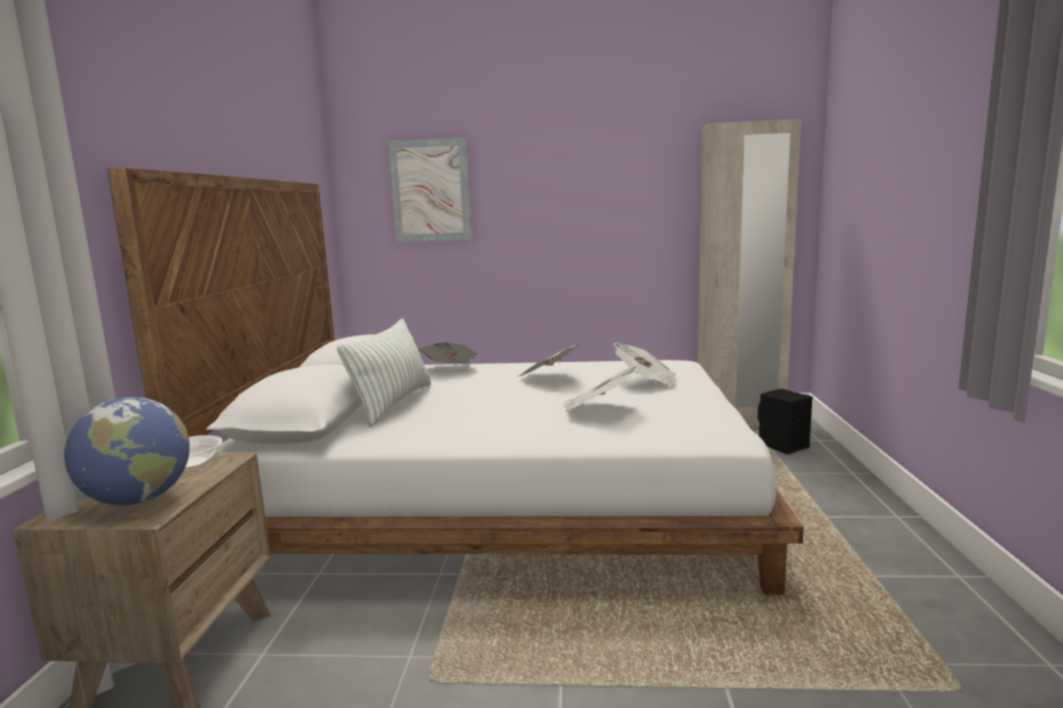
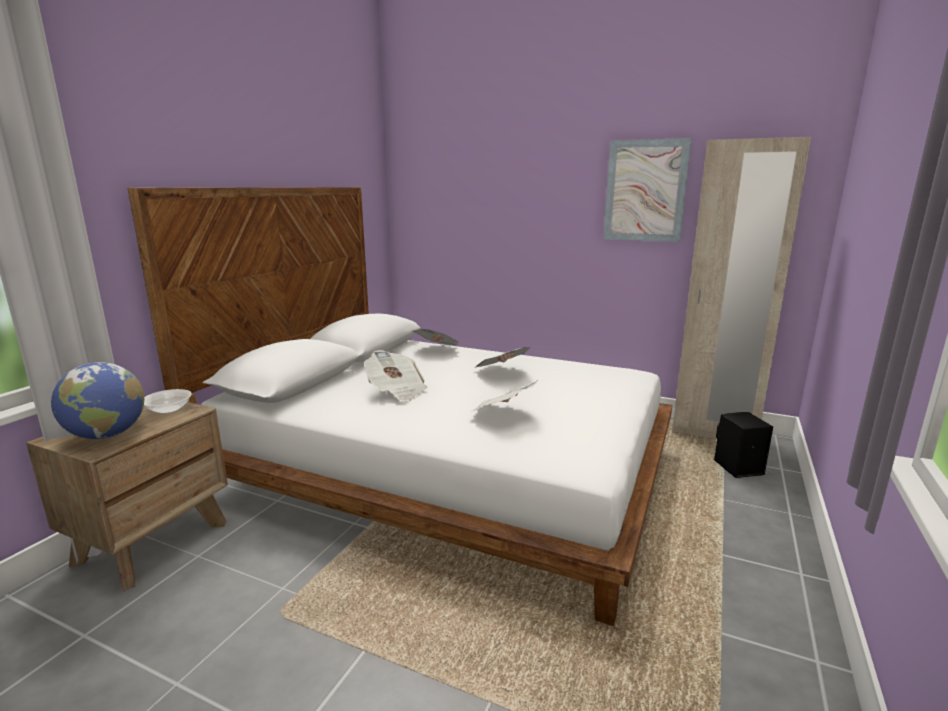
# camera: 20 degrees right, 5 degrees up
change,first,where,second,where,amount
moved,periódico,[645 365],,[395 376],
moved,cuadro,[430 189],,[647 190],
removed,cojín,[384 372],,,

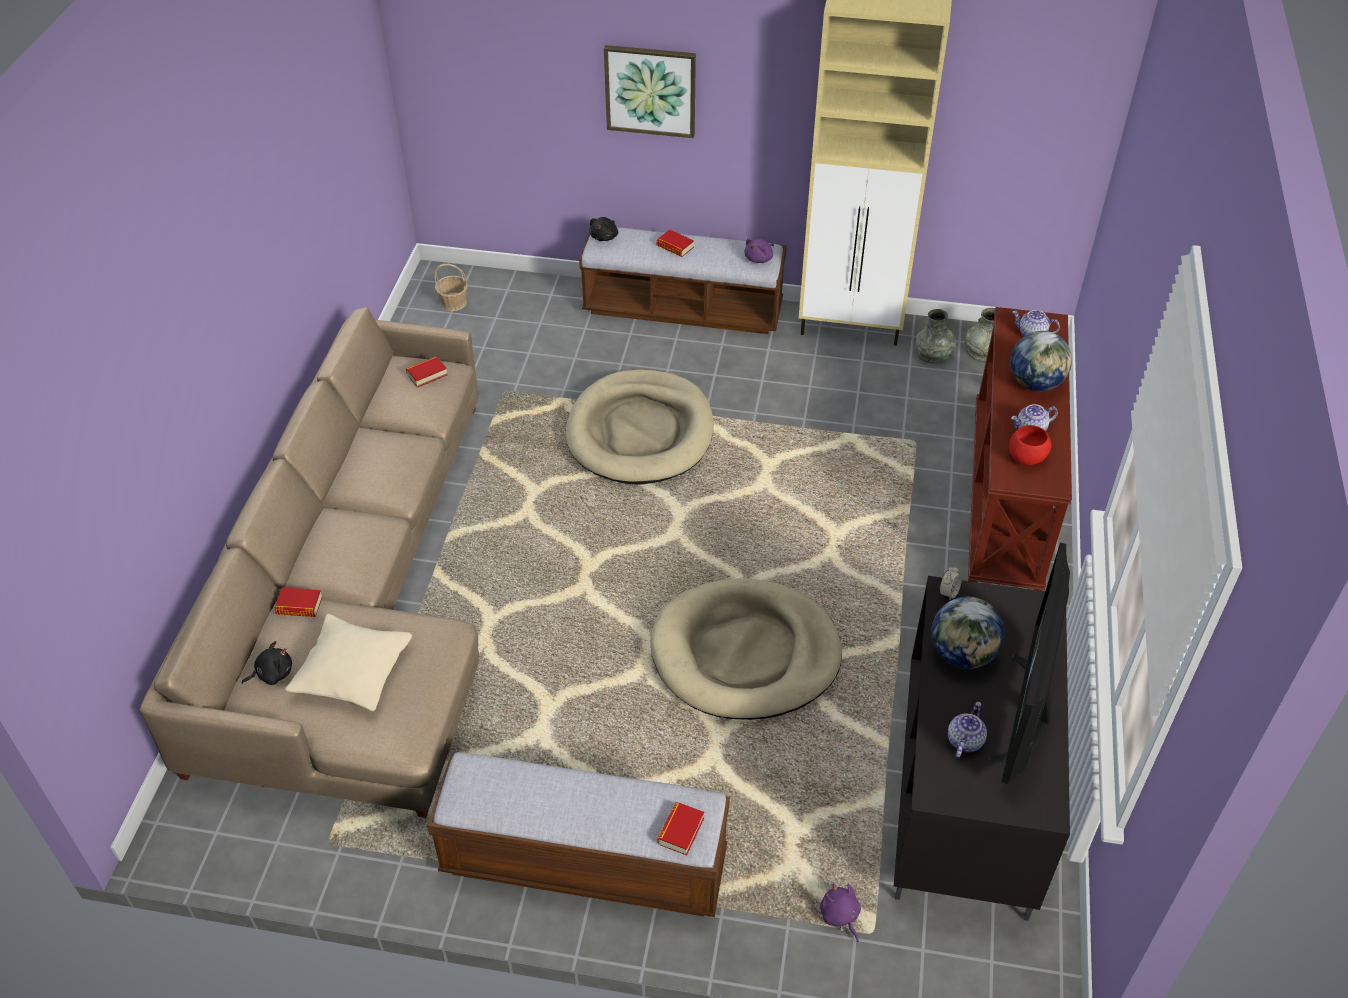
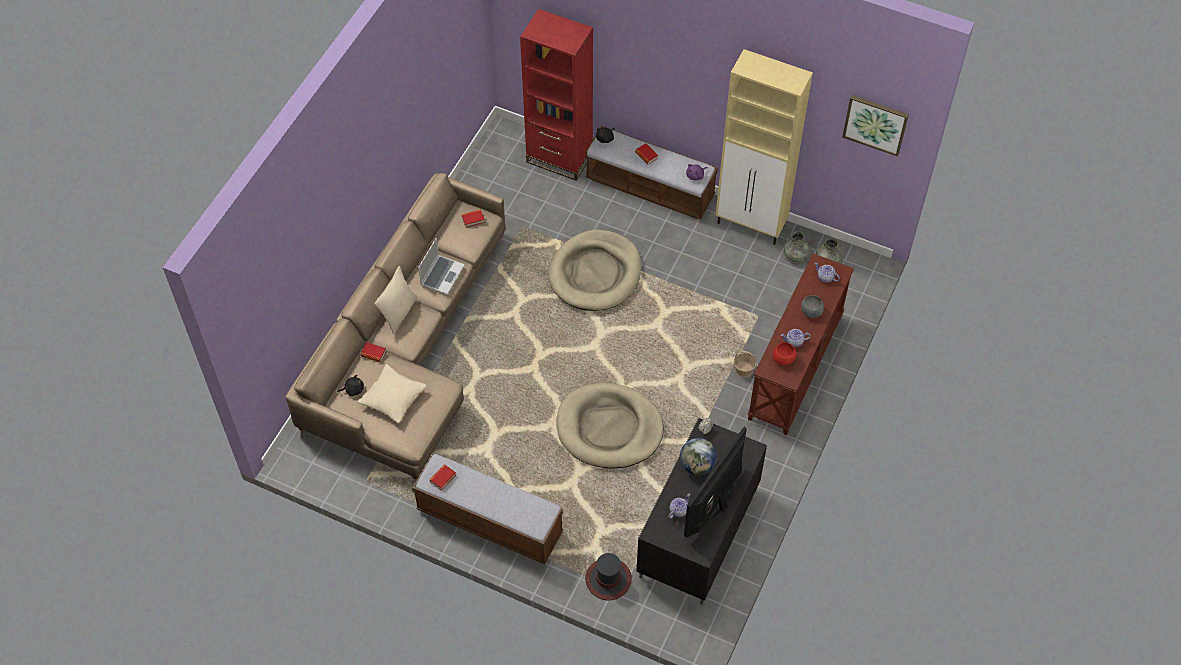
# camera: 15 degrees right, 10 degrees up
change,first,where,second,where,amount
added,,,cojín/beis,[396 300],
added,,,portátil,[441 266],
moved,libro,[680 828],,[443 477],
added,,,estantería/rojo,[556 95],
replaced,peluche/morado,[840 912],sombrero,[608 576],
moved,cesta,[451 287],,[745 364],
replaced,globo terráqueo,[1041 361],cuenco/gris,[812 306],
moved,cuadro,[650 91],,[875 126],

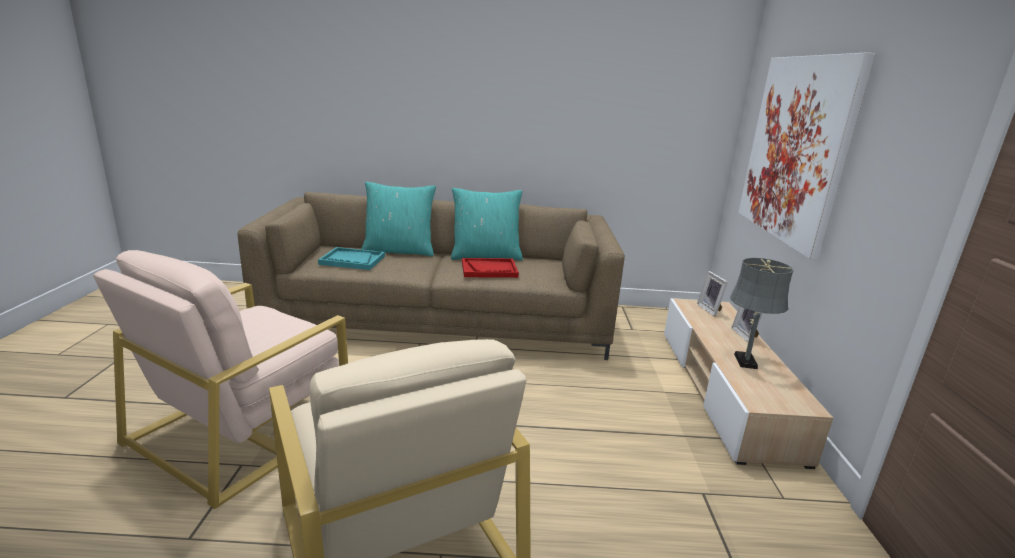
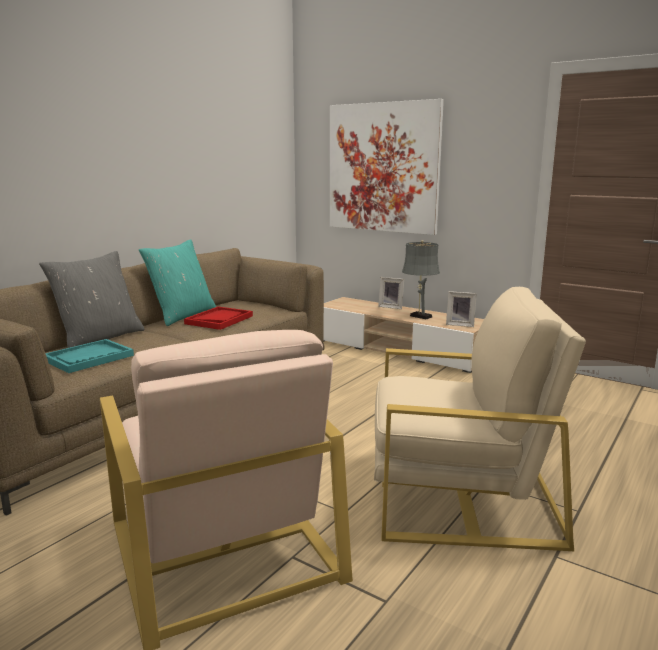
# camera: 55 degrees left, 5 degrees down
change,first,where,second,where,amount
recoloured,cojín/turquesa,[398 219],cojín/gris,[91 299],
moved,portarretratos,[712 294],,[461 309],

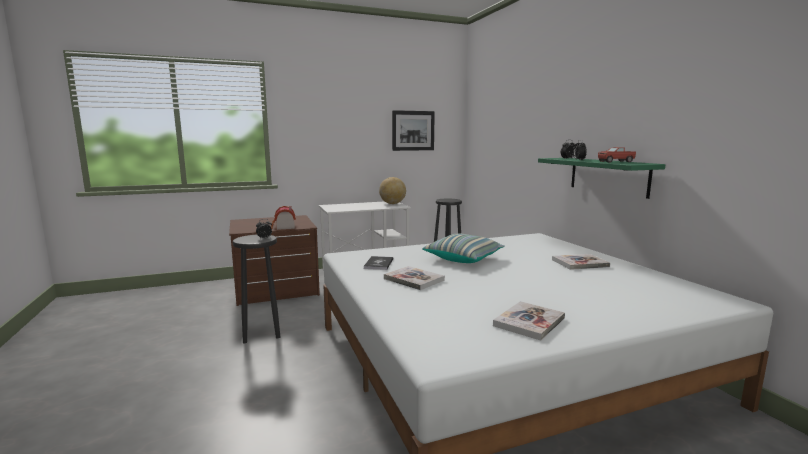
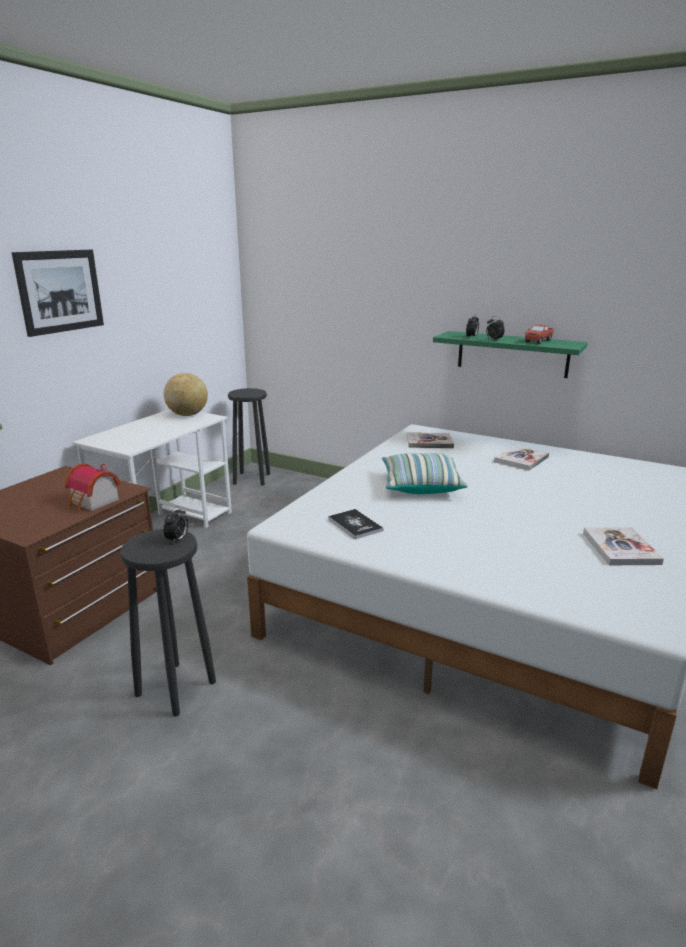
# camera: 40 degrees left, 10 degrees up
change,first,where,second,where,amount
moved,cuadro,[413 130],,[58 293],
moved,libro,[414 278],,[430 440],

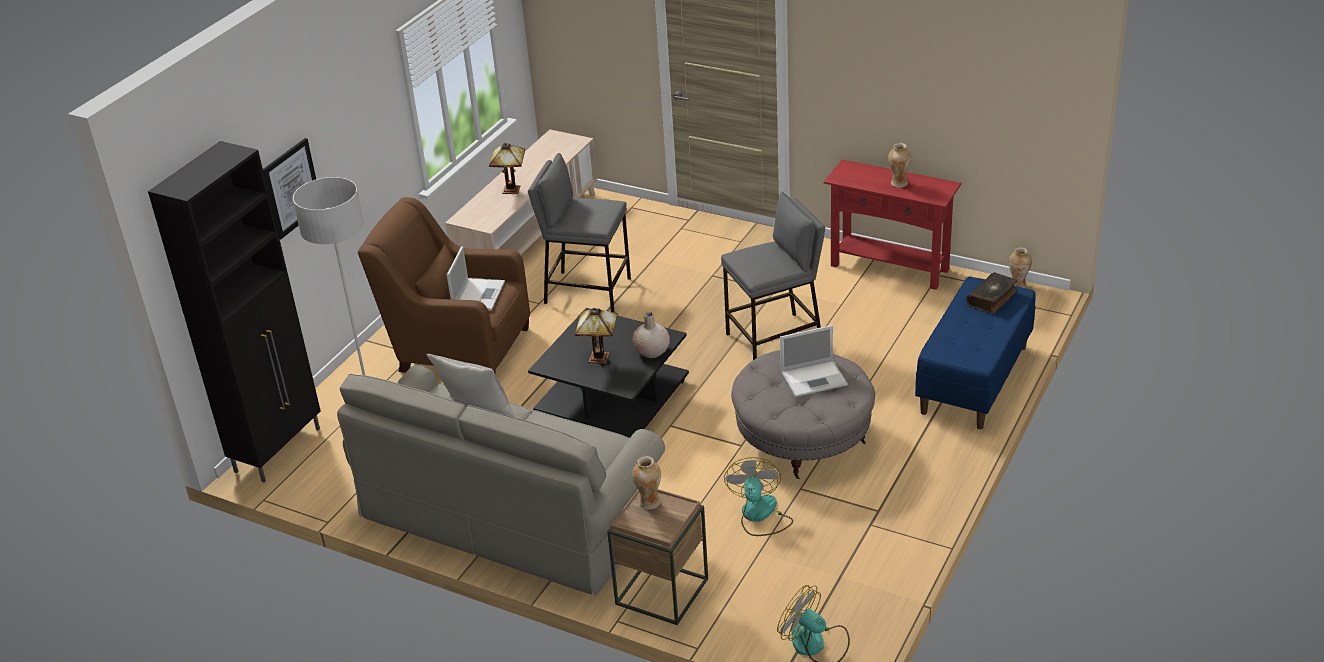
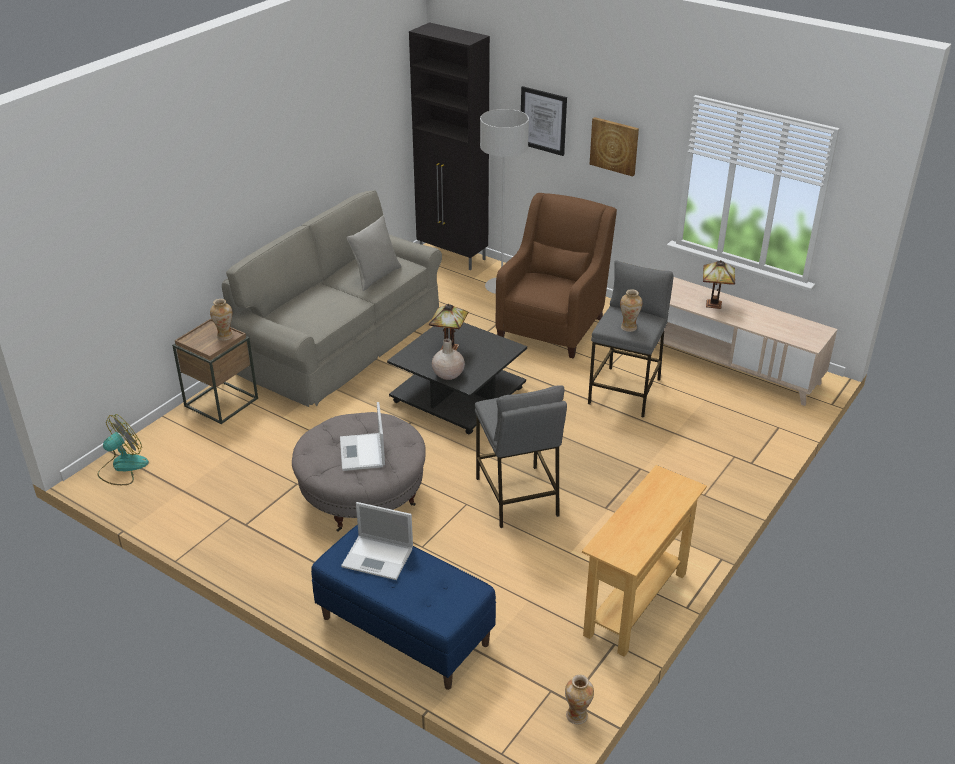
# camera: 95 degrees right, 0 degrees up
change,first,where,second,where,amount
moved,portátil,[476 278],,[377 541],
recoloured,mesa consola/rojo,[892 225],mesa consola/beis,[644 561],
added,,,cuadro,[614 147],
moved,florero,[899 165],,[631 310],
removed,ventilador,[758 496],,,
removed,libro,[992 293],,,

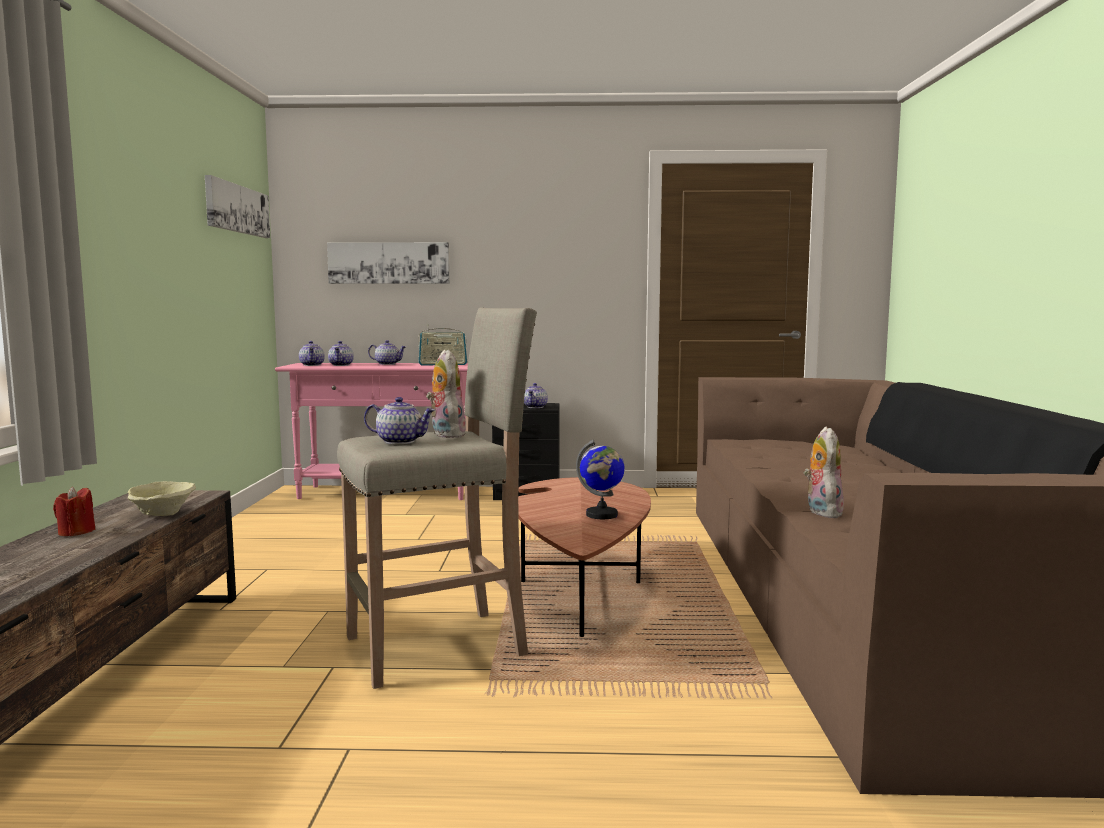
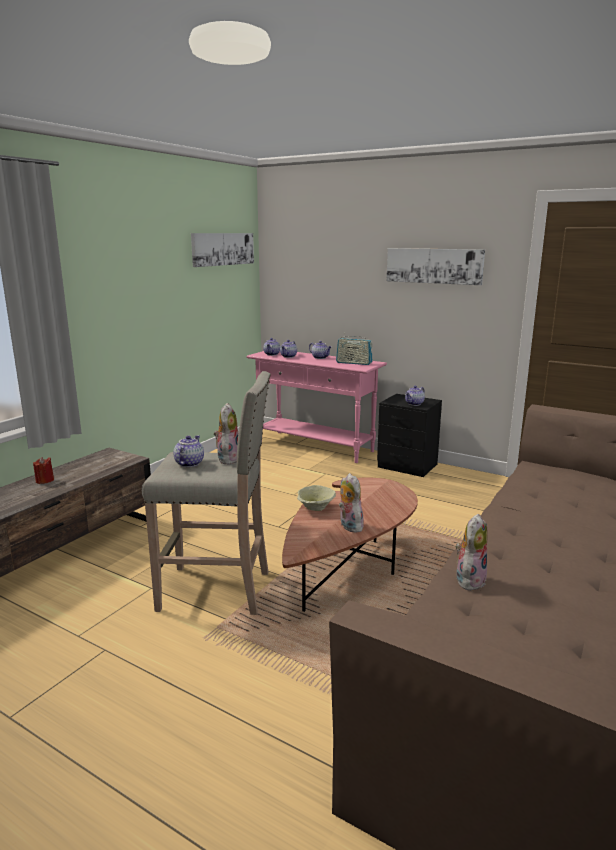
# camera: 30 degrees right, 10 degrees up
change,first,where,second,where,amount
turned,tetera,[399 420],,[188 451],120 degrees counterclockwise
moved,cuenco/beis,[161 498],,[316 498],
replaced,globo terráqueo,[600 479],peluche,[351 502],
moved,cuadro,[388 263],,[436 266],

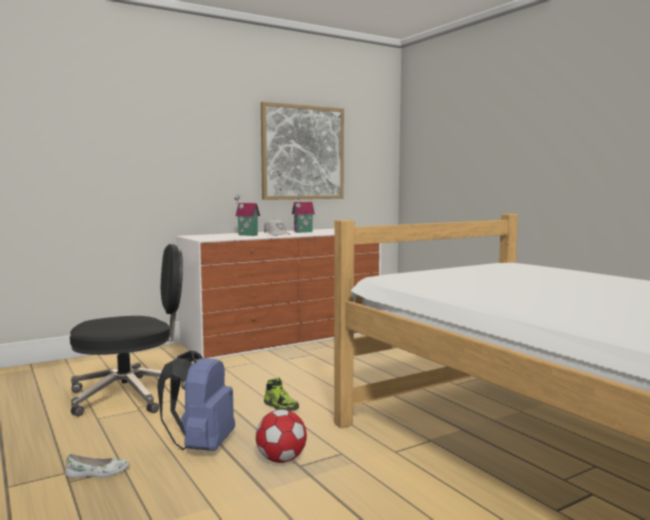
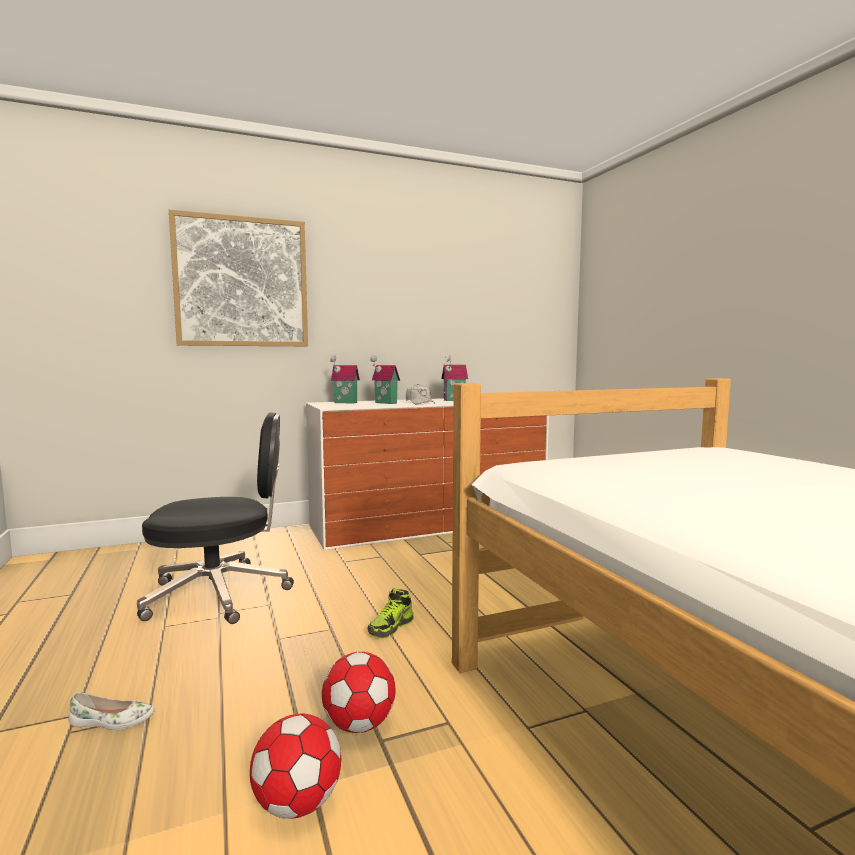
# camera: 10 degrees right, 0 degrees up
change,first,where,second,where,amount
moved,cuadro,[302 151],,[238 278],
added,,,balón de fútbol,[295 766],
added,,,casita,[345 379],
turned,zapato,[281 394],,[391 613],75 degrees clockwise
removed,mochila/azul,[196 400],,,

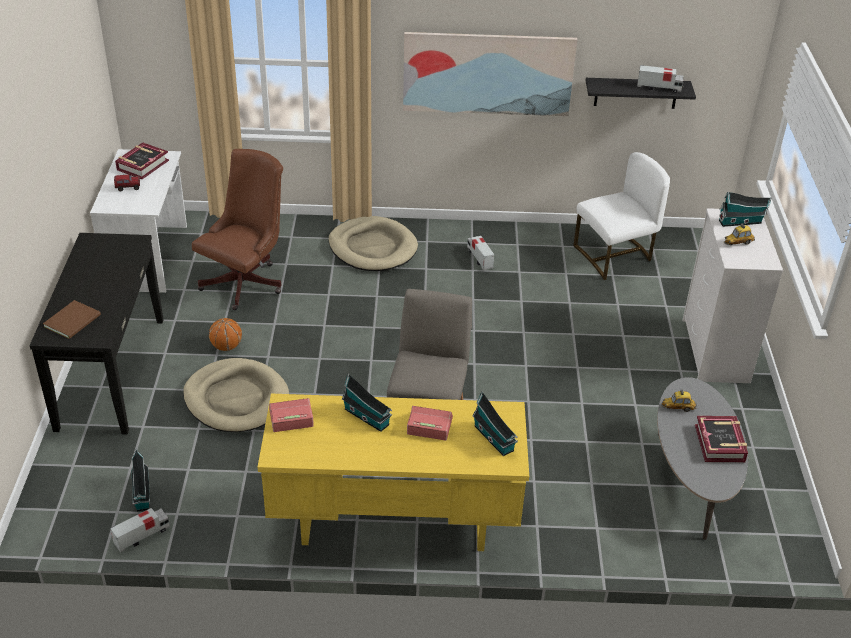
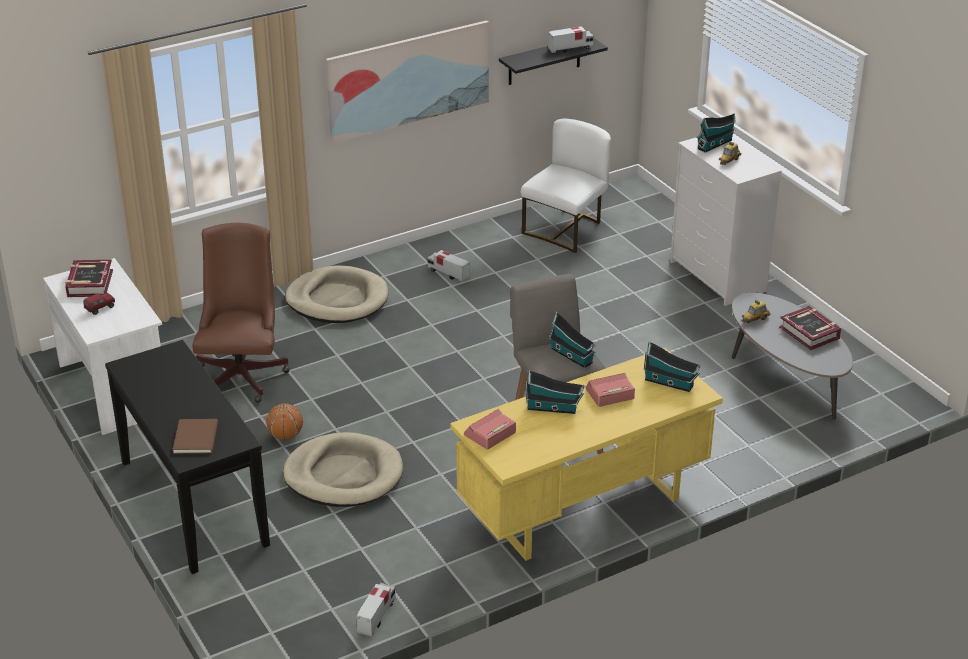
# camera: 30 degrees left, 5 degrees down
change,first,where,second,where,amount
moved,casita,[140 480],,[572 339],

